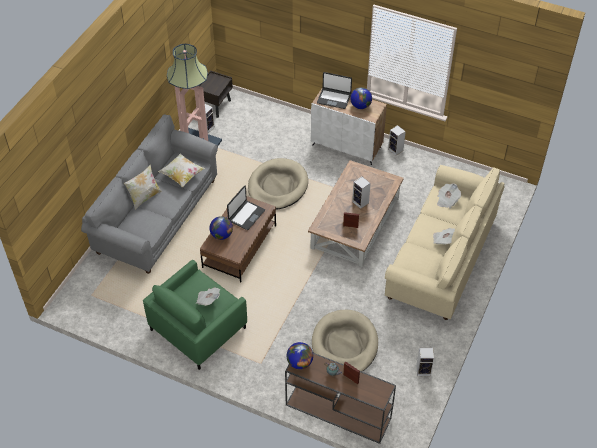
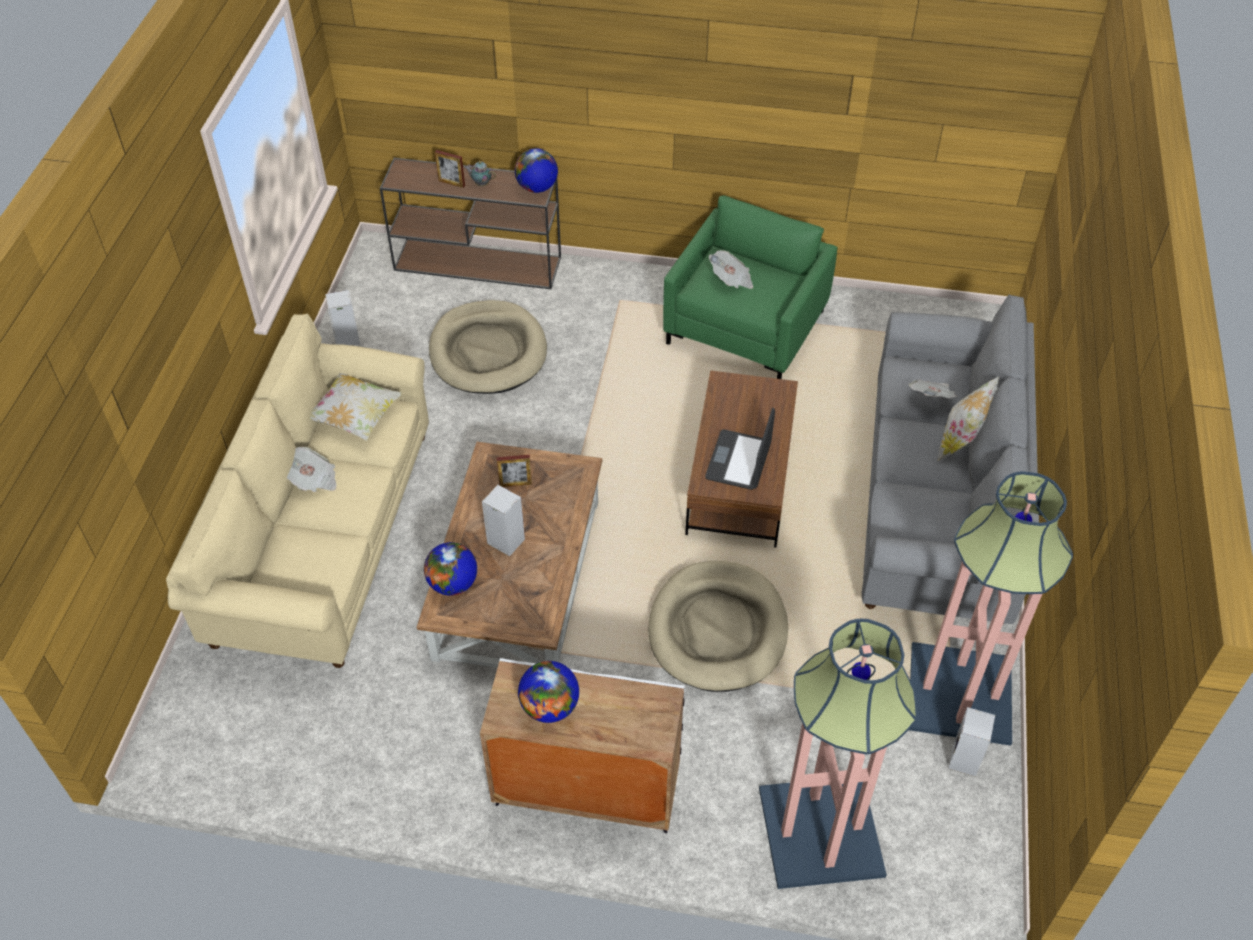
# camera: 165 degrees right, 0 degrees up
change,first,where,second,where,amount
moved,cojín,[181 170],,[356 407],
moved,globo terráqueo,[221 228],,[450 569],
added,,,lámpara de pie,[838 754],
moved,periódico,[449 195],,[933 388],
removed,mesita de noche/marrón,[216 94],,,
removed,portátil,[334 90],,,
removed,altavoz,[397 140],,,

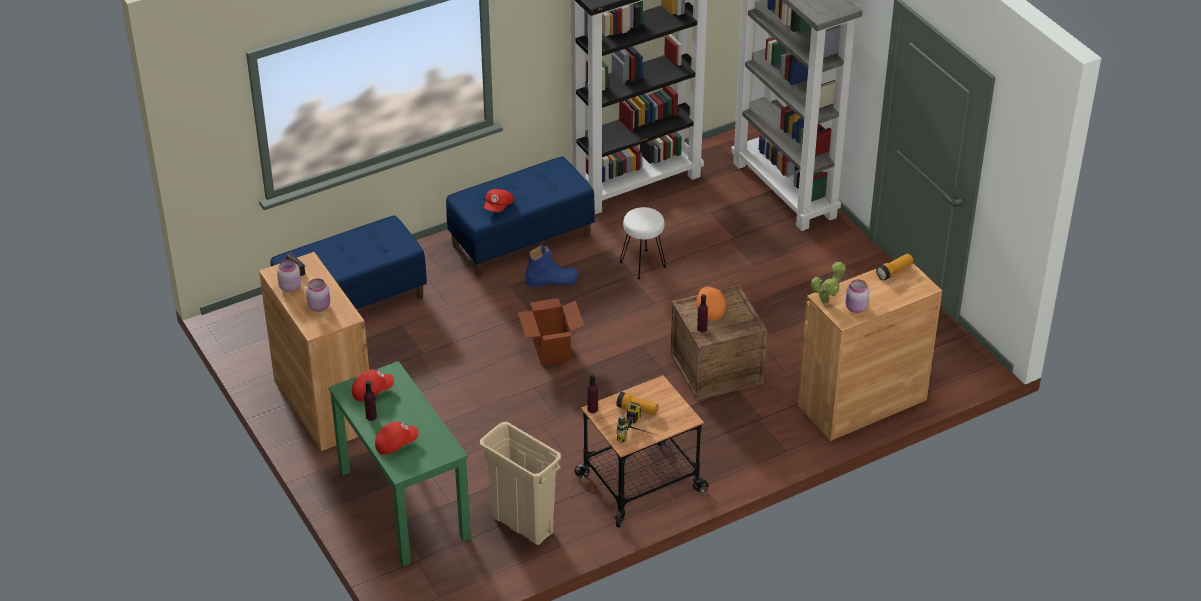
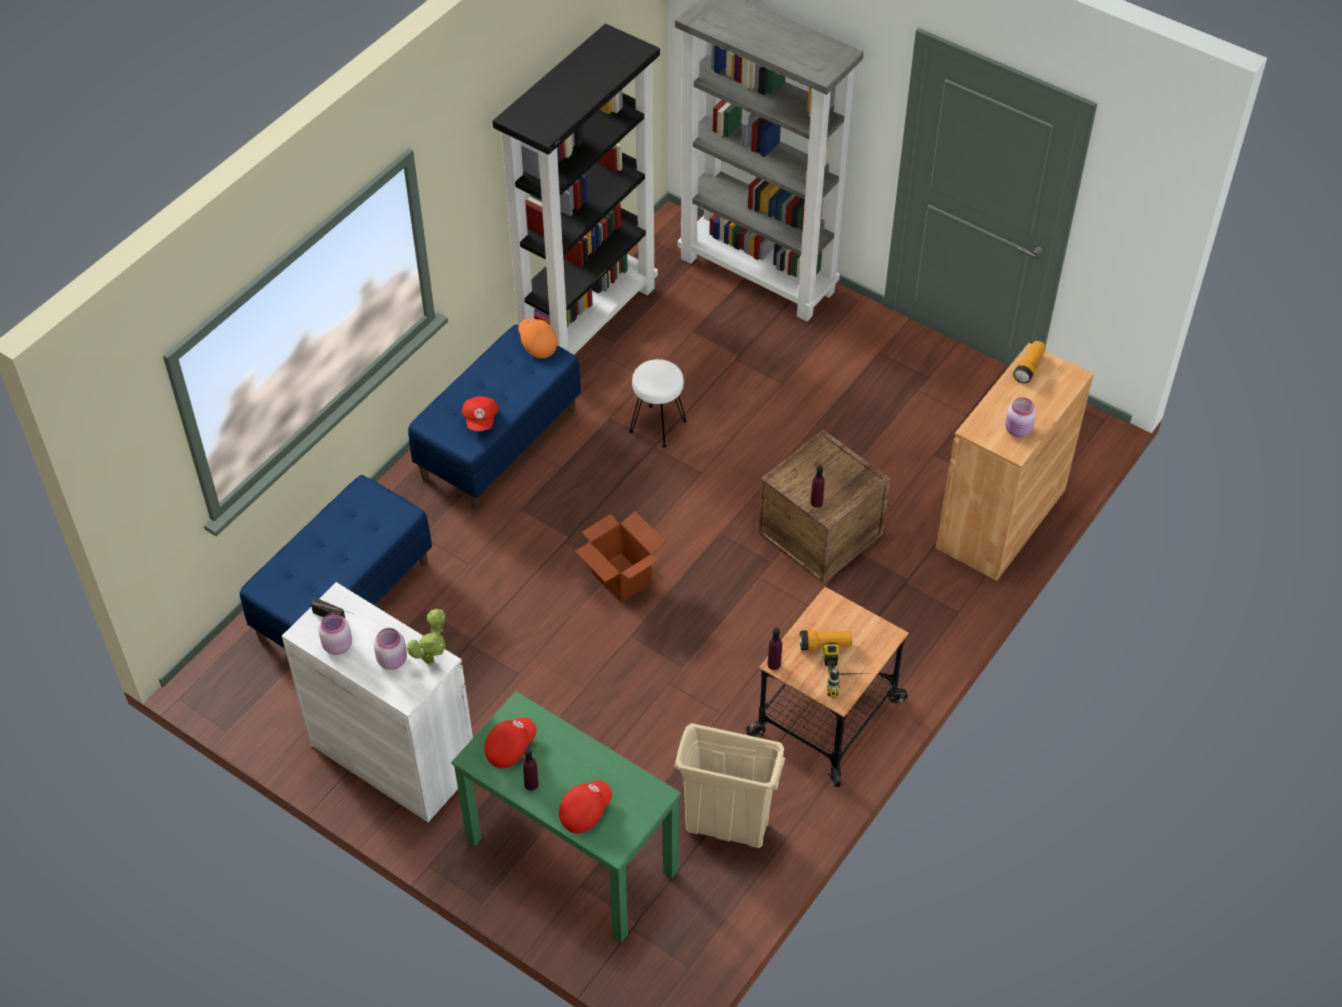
# camera: 25 degrees left, 10 degrees up
change,first,where,second,where,amount
recoloured,armario/marrón,[314 351],armario/blanco,[377 702],
moved,planta en maceta,[828 283],,[426 637],
moved,gorra/naranja,[711 304],,[537 338],
removed,bota/azul,[552 266],,,

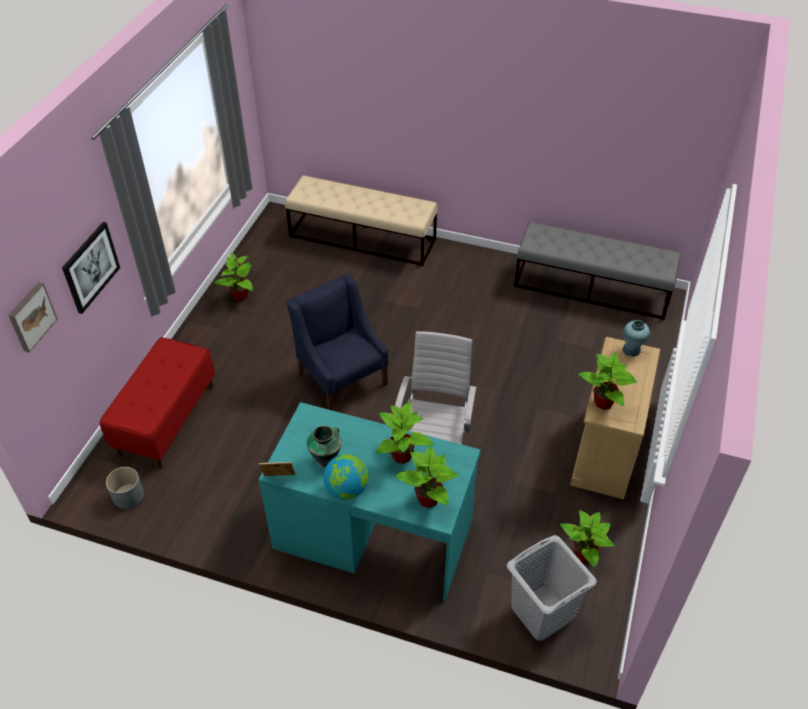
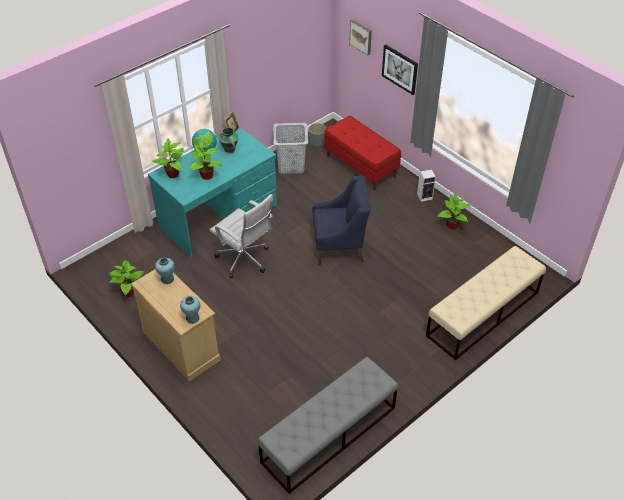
# camera: 120 degrees right, 0 degrees up
change,first,where,second,where,amount
replaced,planta en maceta,[607 381],florero/turquesa,[165 271],
moved,cesto de la ropa/gris,[552 588],,[290 148],
added,,,altavoz,[426 185],

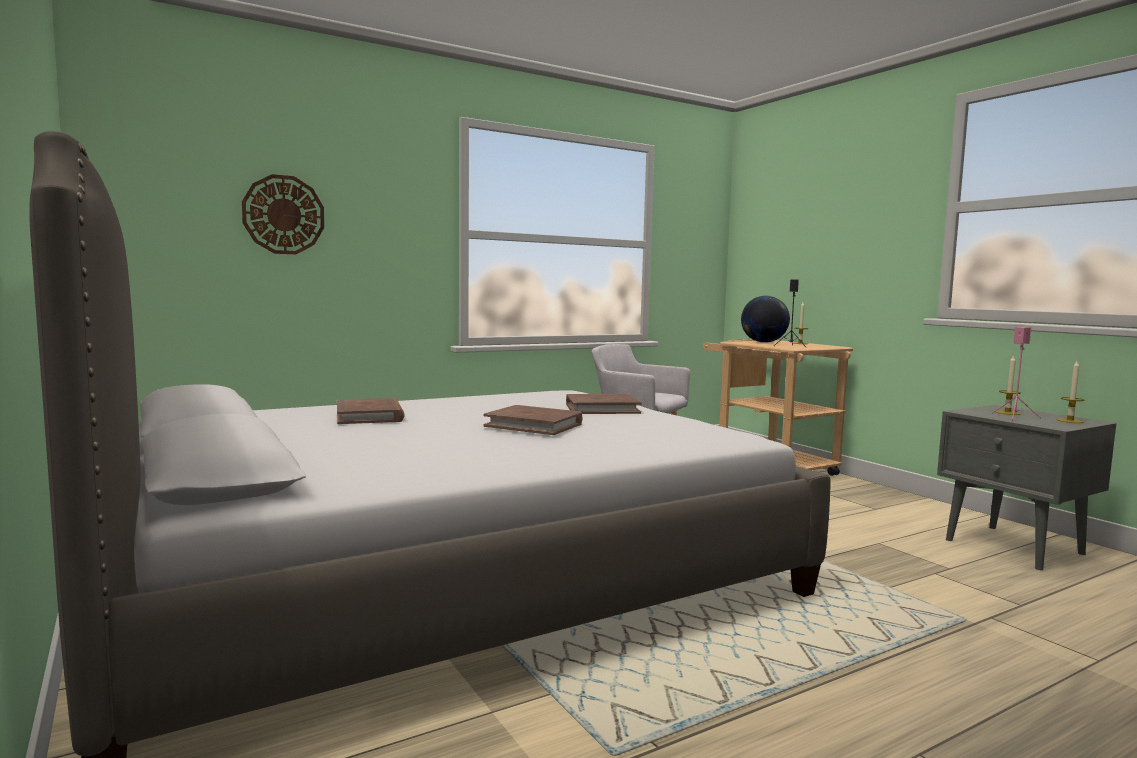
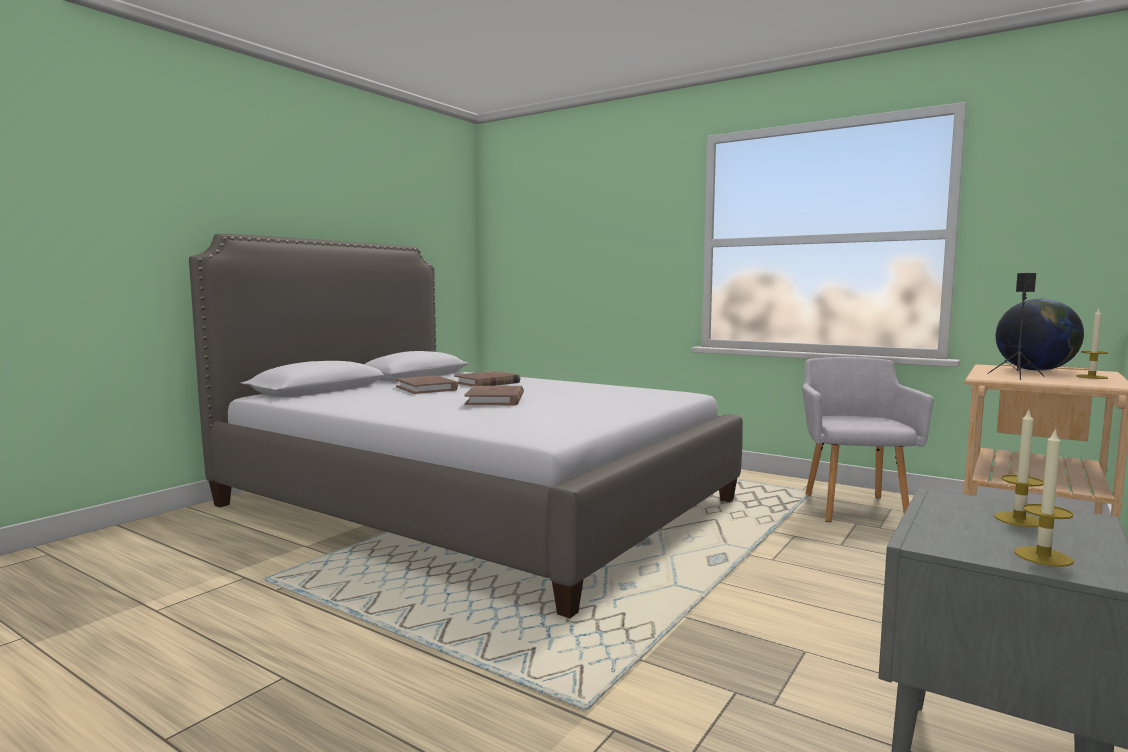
# camera: 65 degrees right, 0 degrees up
change,first,where,second,where,amount
moved,libro/marrón,[603 404],,[427 385],
removed,reloj de pared,[283 214],,,
removed,altavoz/rosa,[1017 374],,,

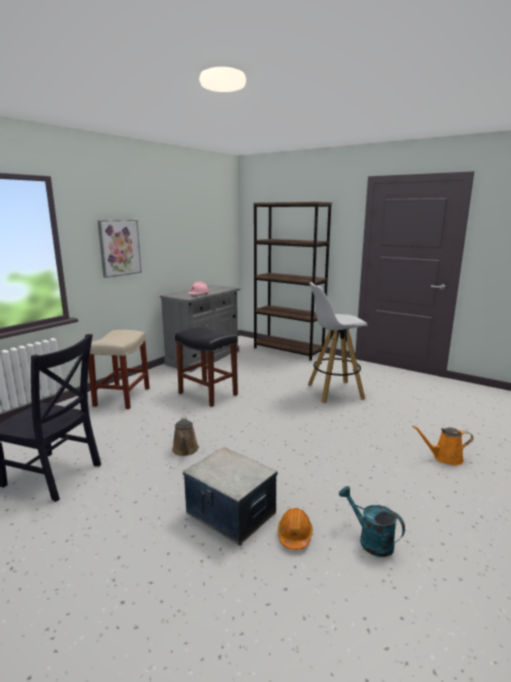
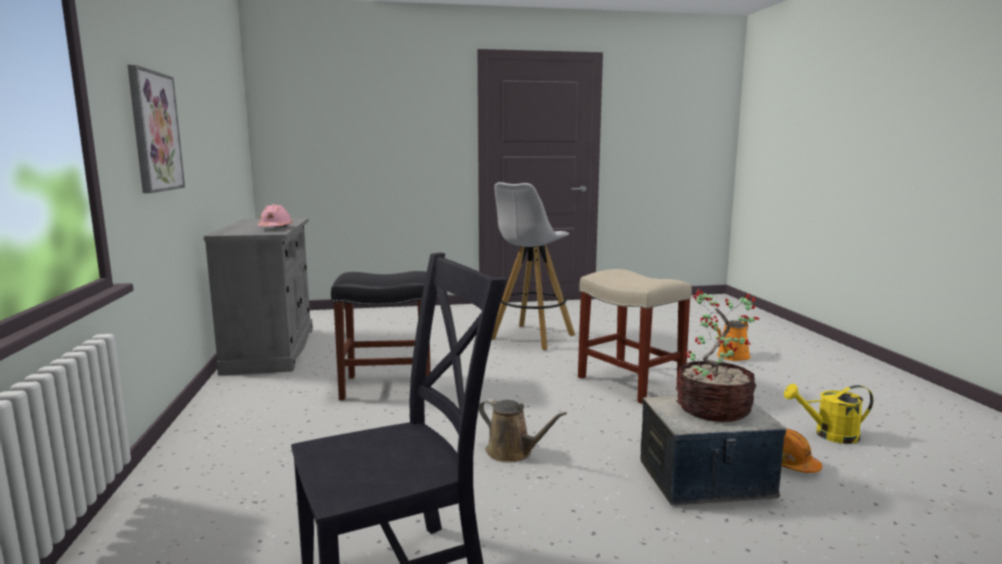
# camera: 45 degrees left, 5 degrees down
change,first,where,second,where,amount
moved,taburete/beis,[119 369],,[635 336],
added,,,planta en maceta,[718 355],
recoloured,regadera/turquesa,[372 521],regadera/amarillo,[828 414],
removed,estantería/marrón,[292 281],,,

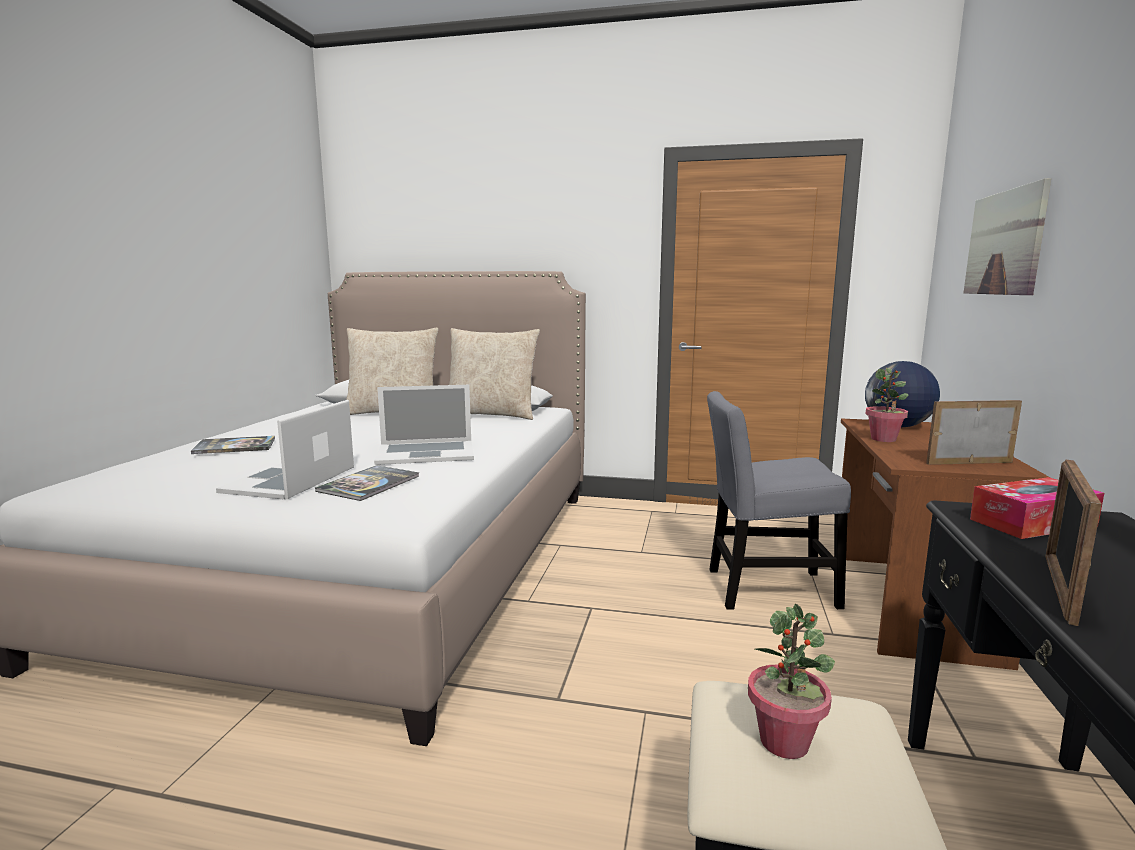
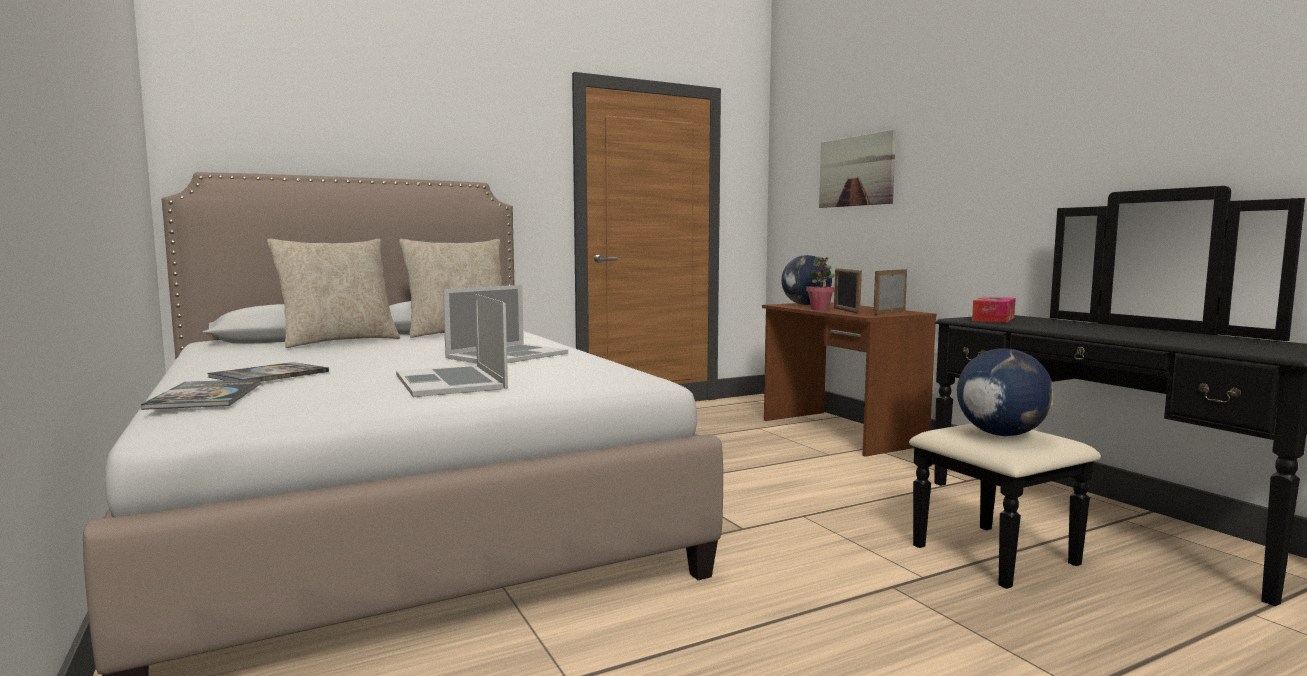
# camera: 40 degrees left, 5 degrees down
change,first,where,second,where,amount
moved,libro,[367 483],,[201 394],
moved,portarretratos,[1073 543],,[848 291],
replaced,planta en maceta,[791 681],globo terráqueo,[1005 392],
removed,silla/gris,[779 500],,,

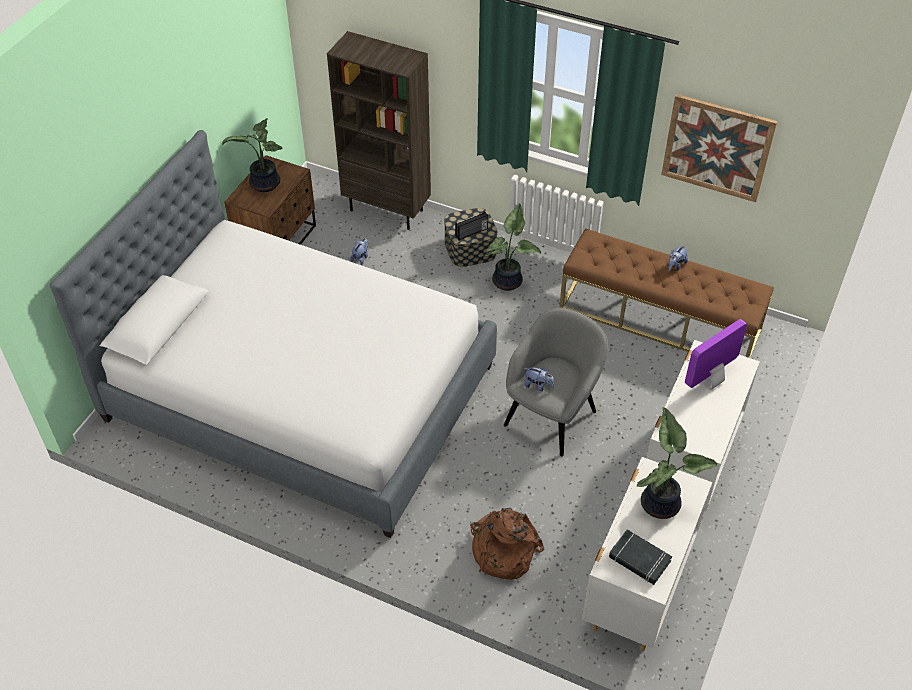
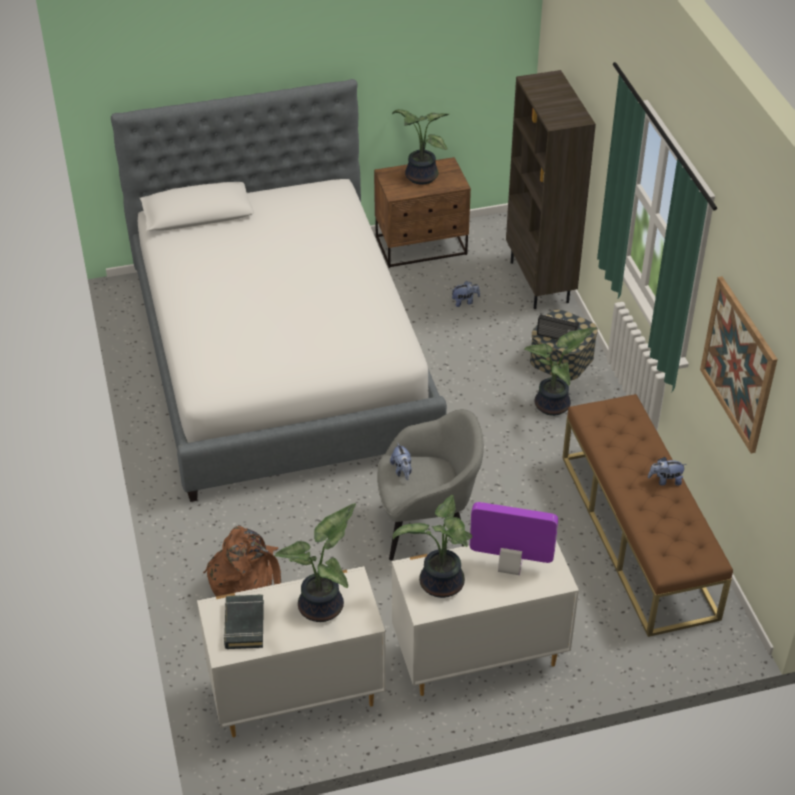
# camera: 50 degrees right, 5 degrees down
change,first,where,second,where,amount
added,,,planta en maceta,[432 546],

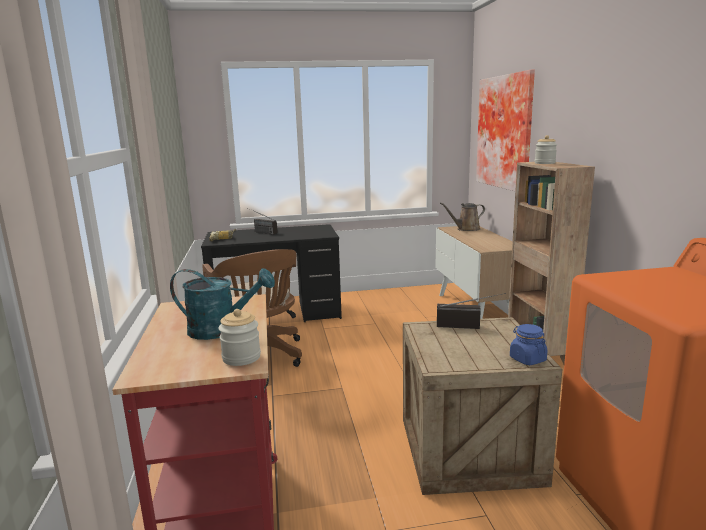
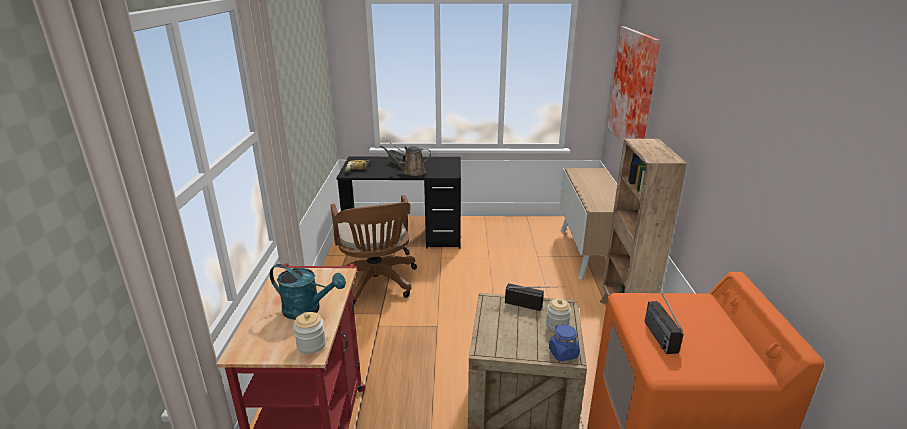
# camera: 10 degrees right, 10 degrees up
change,first,where,second,where,amount
moved,regadera/marrón,[462 217],,[405 160],
moved,tarro,[546 149],,[558 315],
added,,,radio,[663 312],

